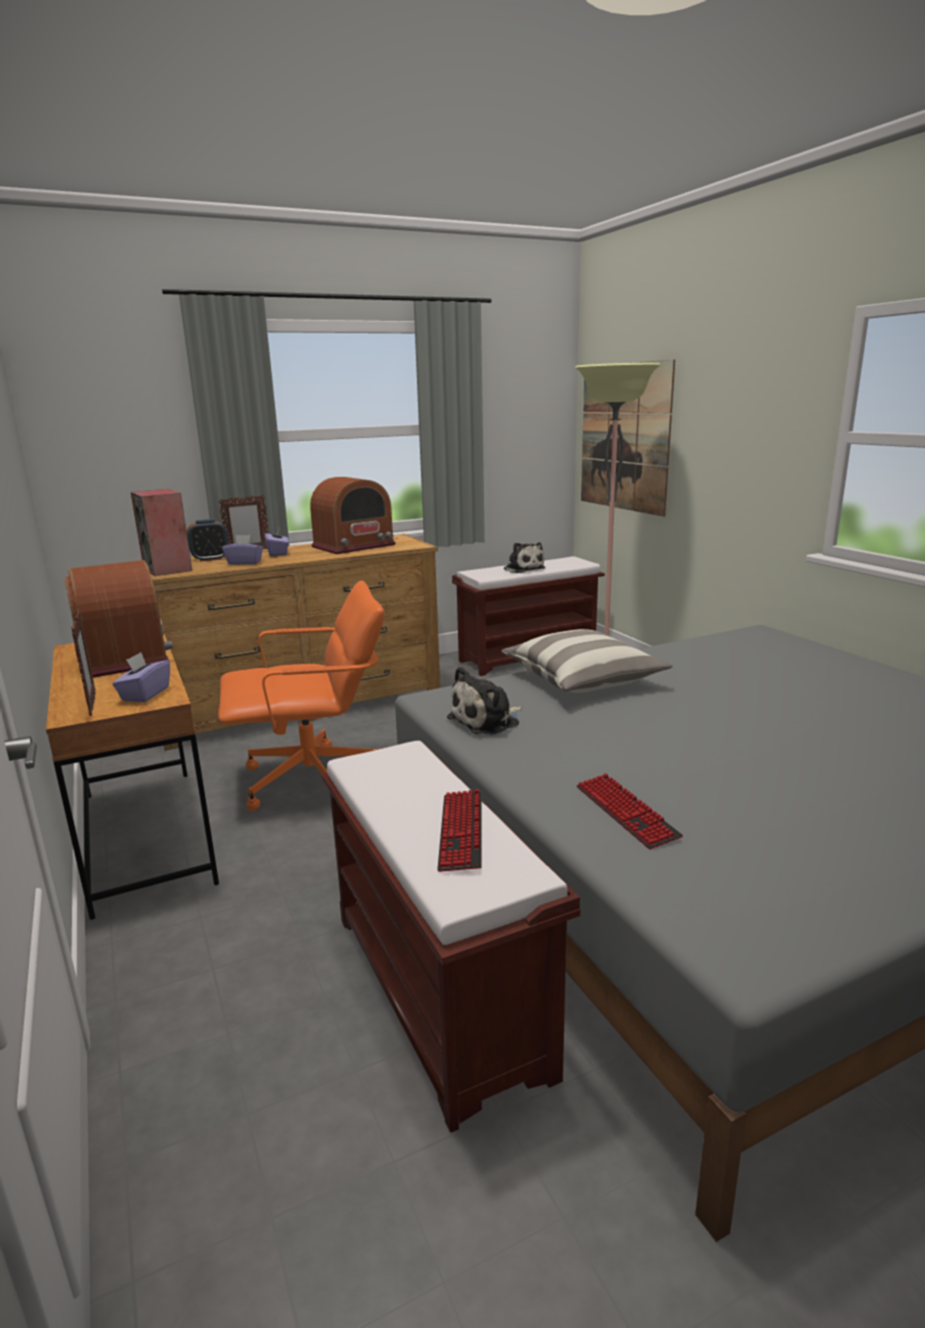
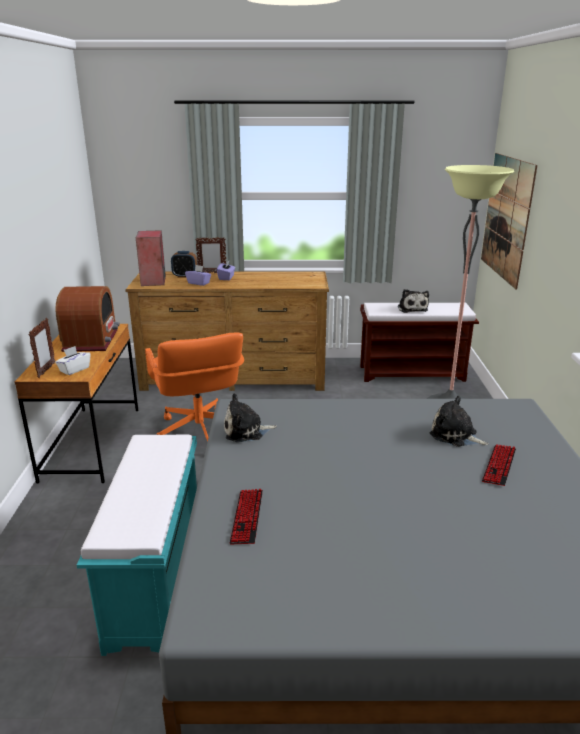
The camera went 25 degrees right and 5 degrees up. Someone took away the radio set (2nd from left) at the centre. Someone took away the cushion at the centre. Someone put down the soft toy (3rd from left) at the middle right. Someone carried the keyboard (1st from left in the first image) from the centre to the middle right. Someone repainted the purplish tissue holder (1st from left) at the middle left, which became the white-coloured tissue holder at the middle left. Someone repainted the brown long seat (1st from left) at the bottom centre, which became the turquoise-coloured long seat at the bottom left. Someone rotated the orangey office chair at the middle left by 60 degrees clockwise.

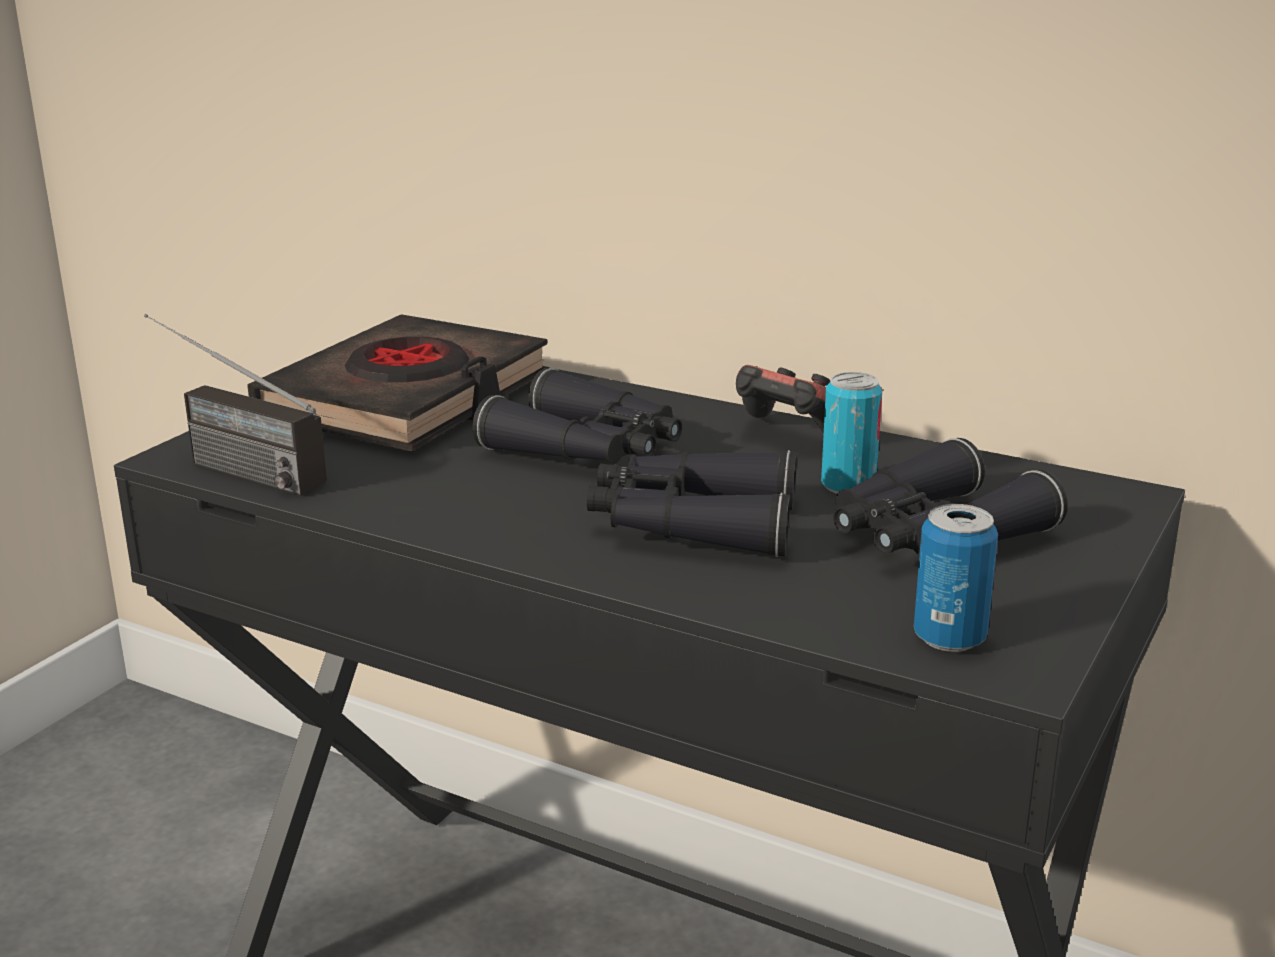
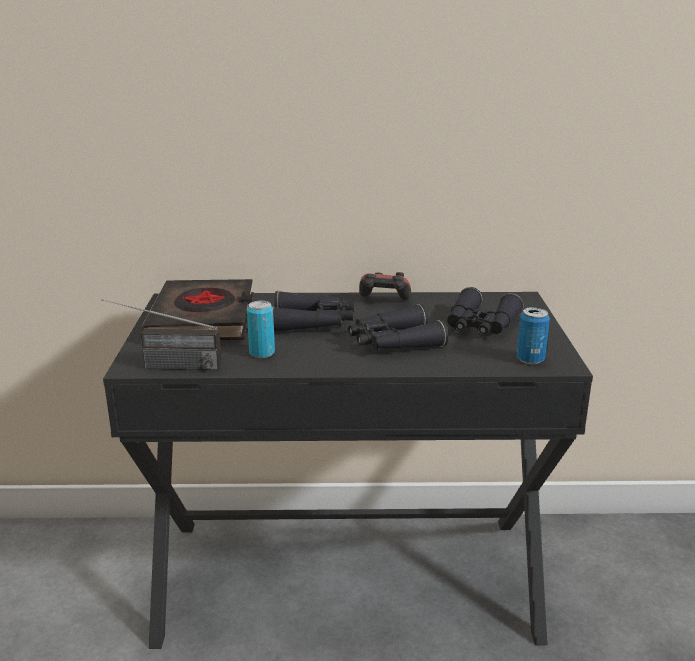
The camera went 30 degrees left and 0 degrees up. Someone carried the sealed can (1st from left) from the middle right to the centre.

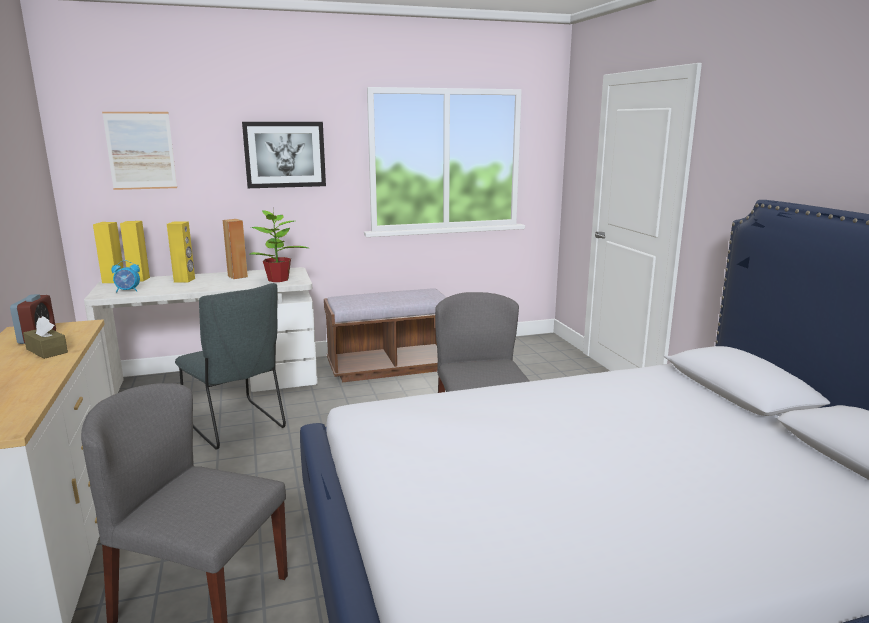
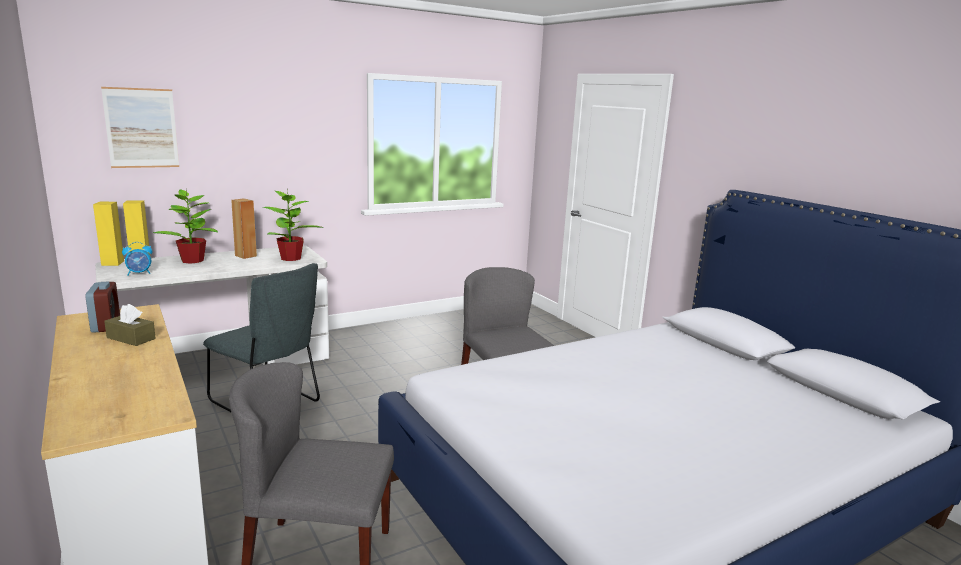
The camera went 15 degrees left and 0 degrees up. Someone took away the picture (2nd from left) at the top left. Someone took away the brown long seat at the centre. Someone swapped the yellowish audio speaker (3rd from left) at the middle left for the potted plant (1st from left) at the middle left.

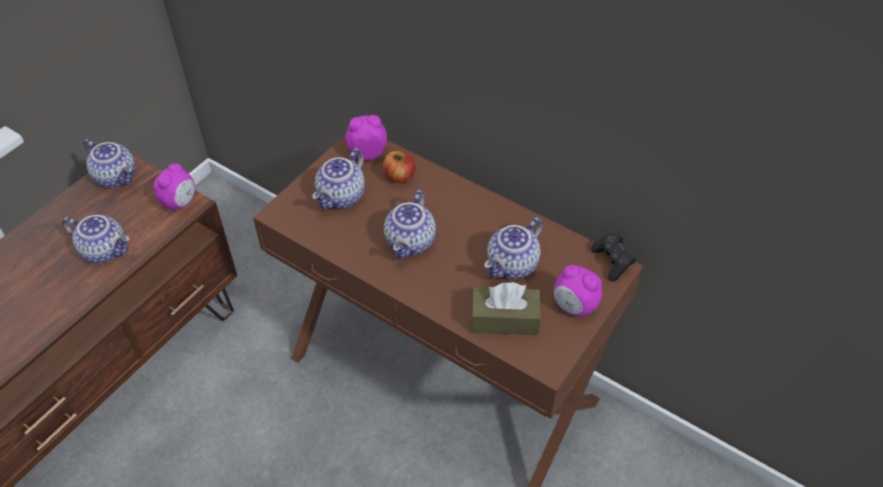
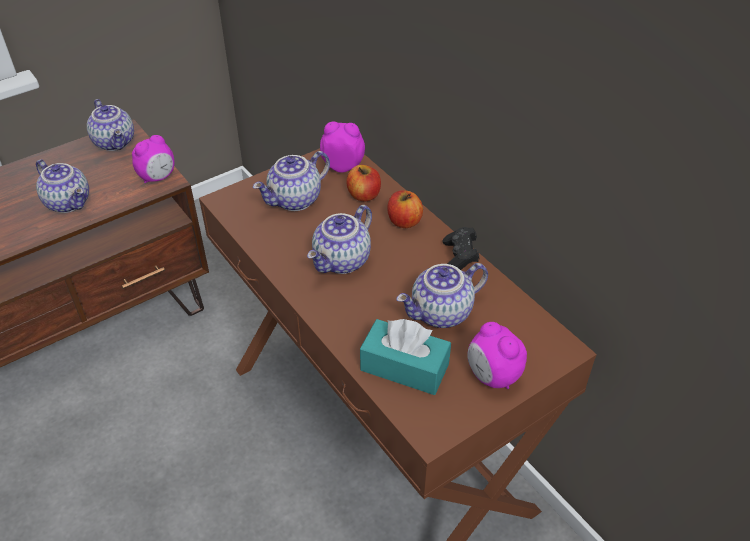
The camera went 20 degrees right and 5 degrees down. Someone put down the apple fruit (2nd from left) at the centre. Someone carried the black game controller from the middle right to the centre. Someone repainted the brown tissue holder at the centre, which became the turquoise-coloured tissue holder at the centre.

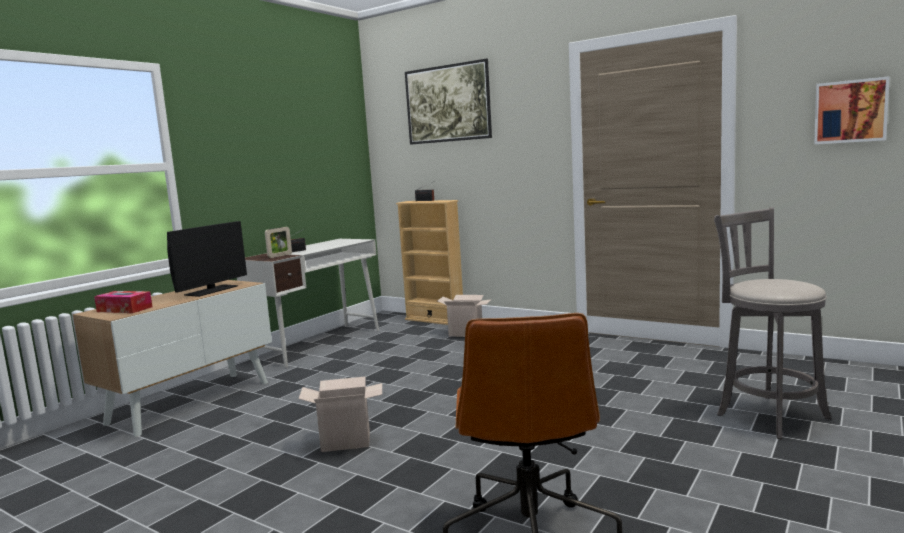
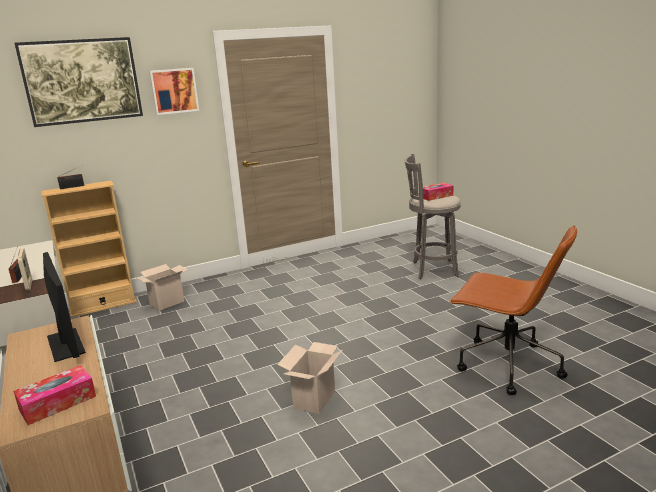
The camera went 60 degrees left and 10 degrees up. Someone put down the tissue holder (2nd from left) at the middle right. Someone carried the picture (2nd from left) from the top right to the top left.

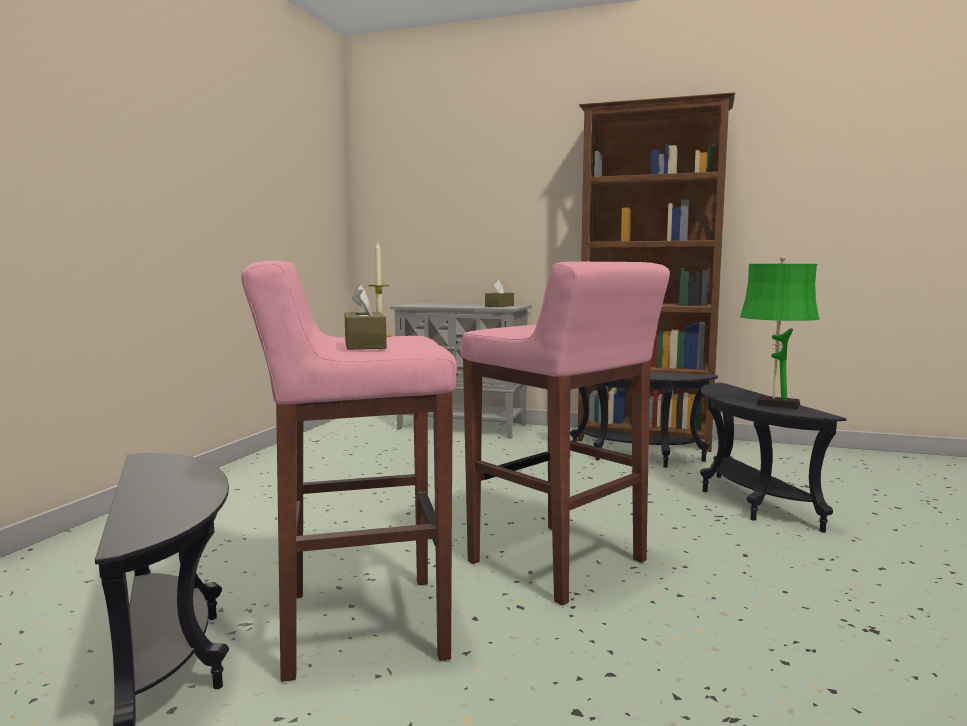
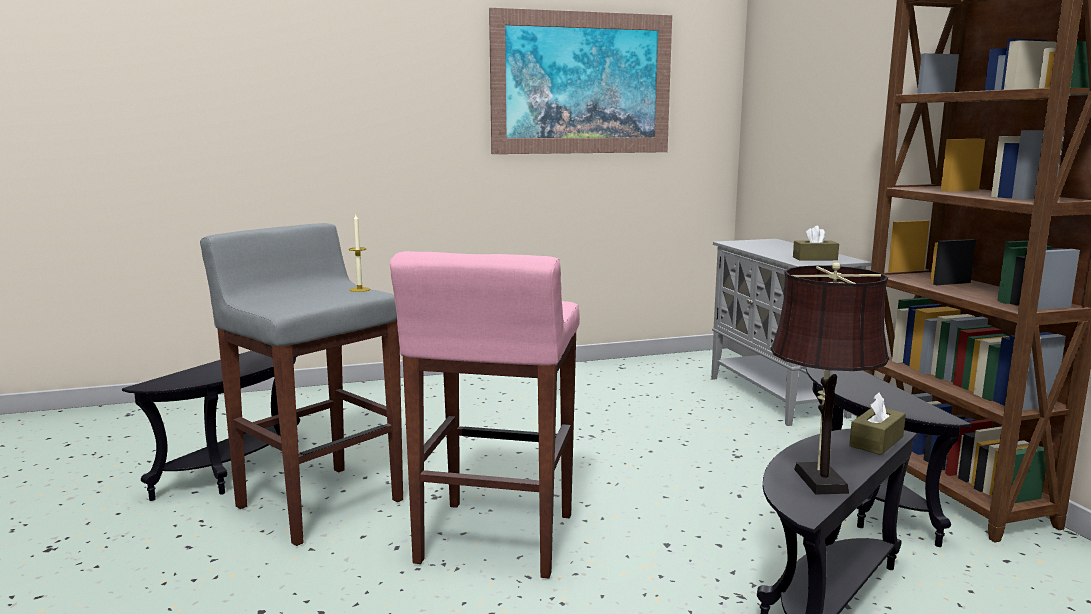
The camera went 55 degrees right and 5 degrees up. Someone put up the picture at the top centre. Someone carried the brown tissue holder (1st from left in the first image) from the centre to the bottom right. Someone repainted the pinkish stool seat (1st from left) at the centre, which became the greyish stool seat at the middle left. Someone repainted the greenish tabletop lamp at the middle right, which became the brown tabletop lamp at the middle right.

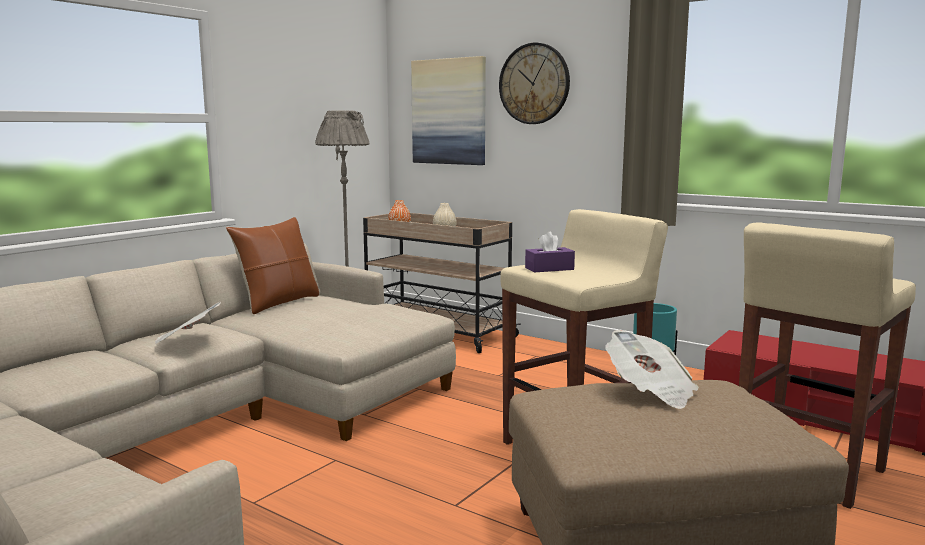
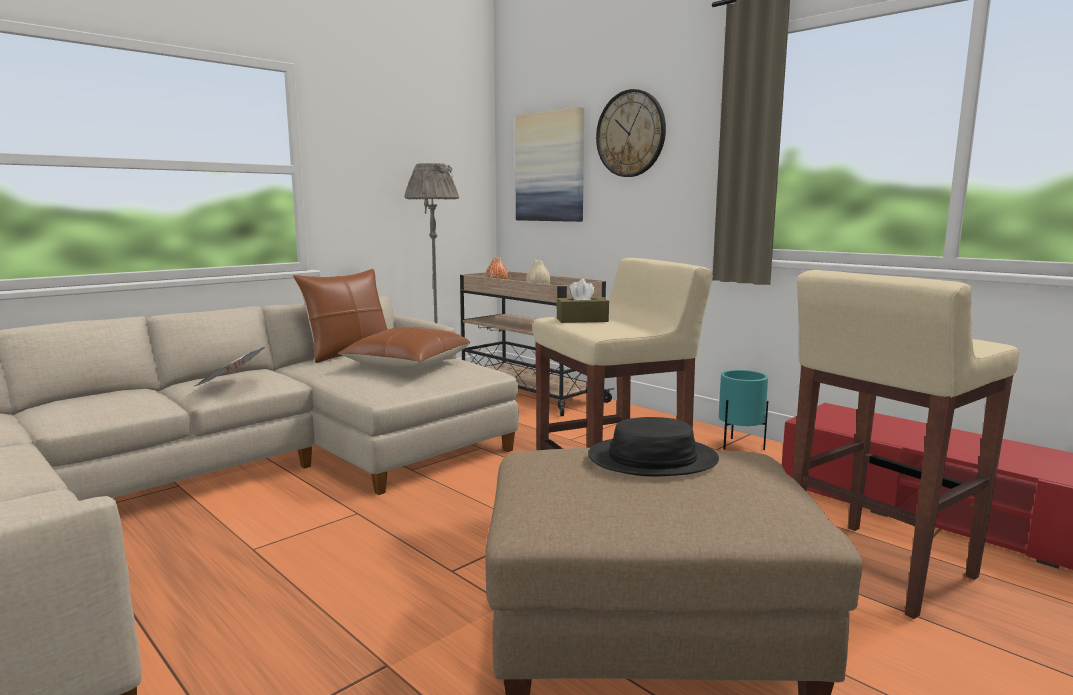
The camera went 10 degrees right and 0 degrees up. Someone put down the brown cushion (2nd from left) at the centre. Someone swapped the daily paper (2nd from left) at the bottom right for the black clothing hat at the centre. Someone repainted the purplish tissue holder at the centre, which became the brown tissue holder at the centre.

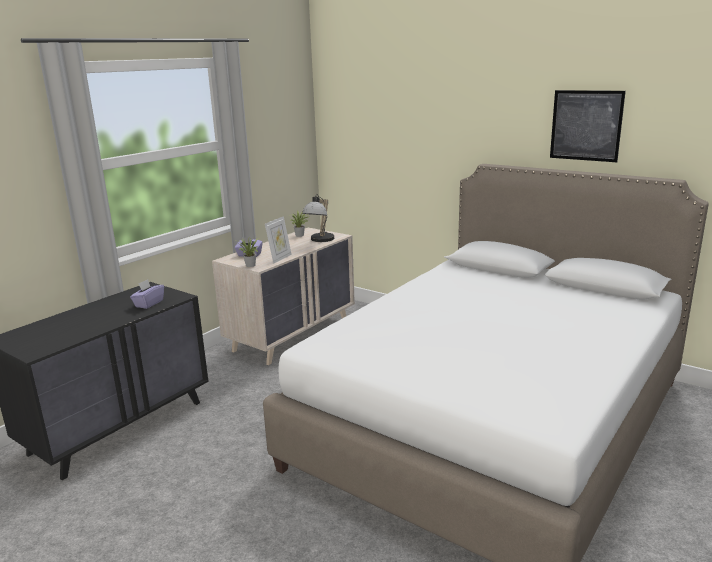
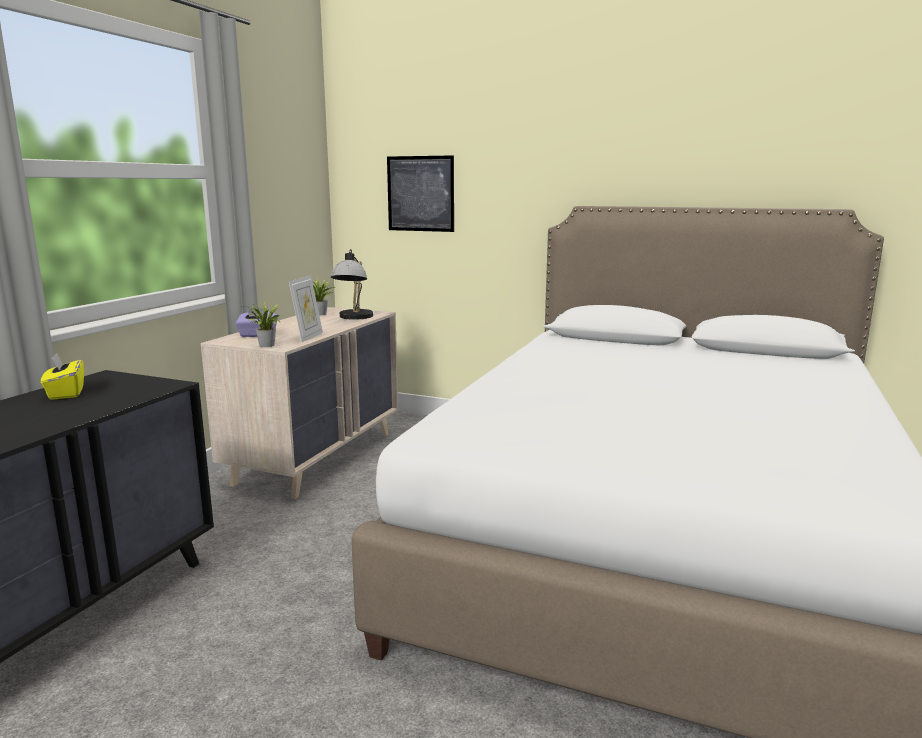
The camera went 15 degrees left and 5 degrees down. Someone took away the purplish tissue holder (1st from left) at the middle left. Someone put down the yellowish tissue holder at the middle left. Someone carried the picture from the top right to the top centre.

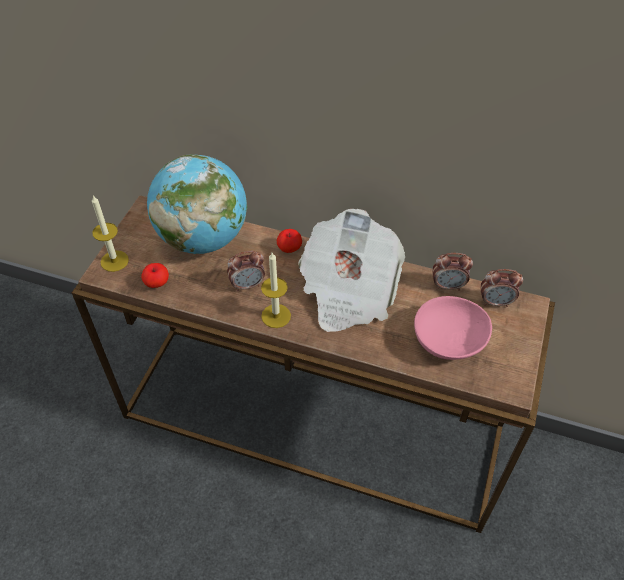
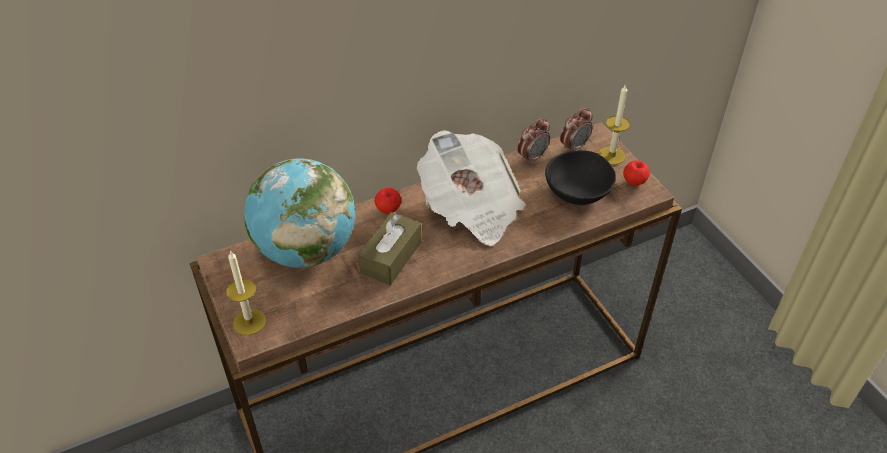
The camera went 45 degrees left and 5 degrees down. Someone carried the apple fruit (1st from left in the first image) from the middle left to the middle right. Someone carried the candle (2nd from left) from the centre to the top right. Someone swapped the alarm clock (1st from left) at the centre for the brown tissue holder at the centre. Someone repainted the pinkish serving bowl at the middle right, which became the black serving bowl at the centre.

